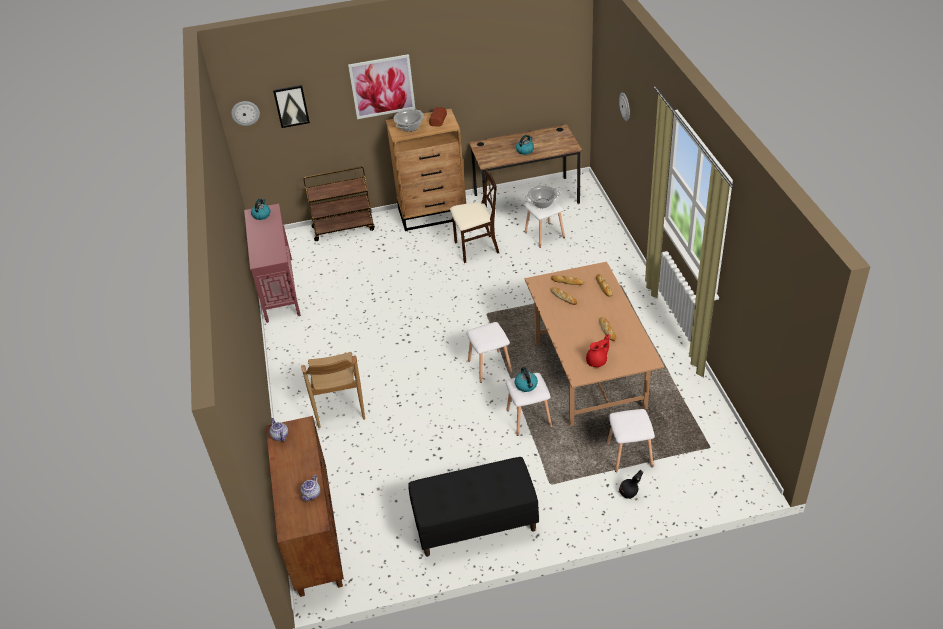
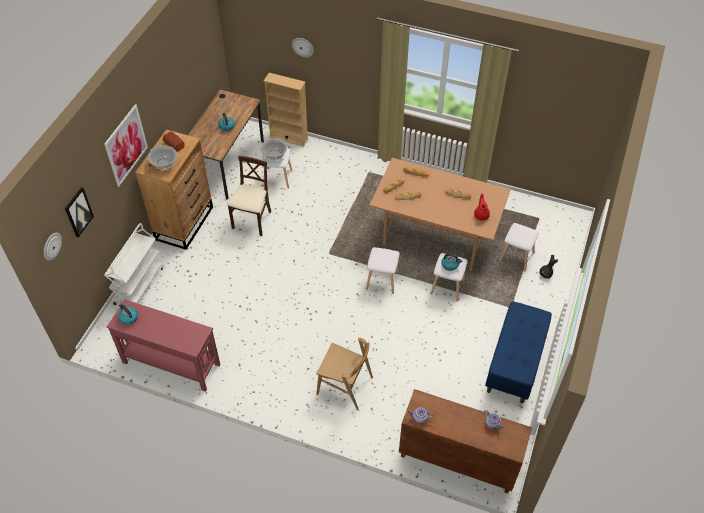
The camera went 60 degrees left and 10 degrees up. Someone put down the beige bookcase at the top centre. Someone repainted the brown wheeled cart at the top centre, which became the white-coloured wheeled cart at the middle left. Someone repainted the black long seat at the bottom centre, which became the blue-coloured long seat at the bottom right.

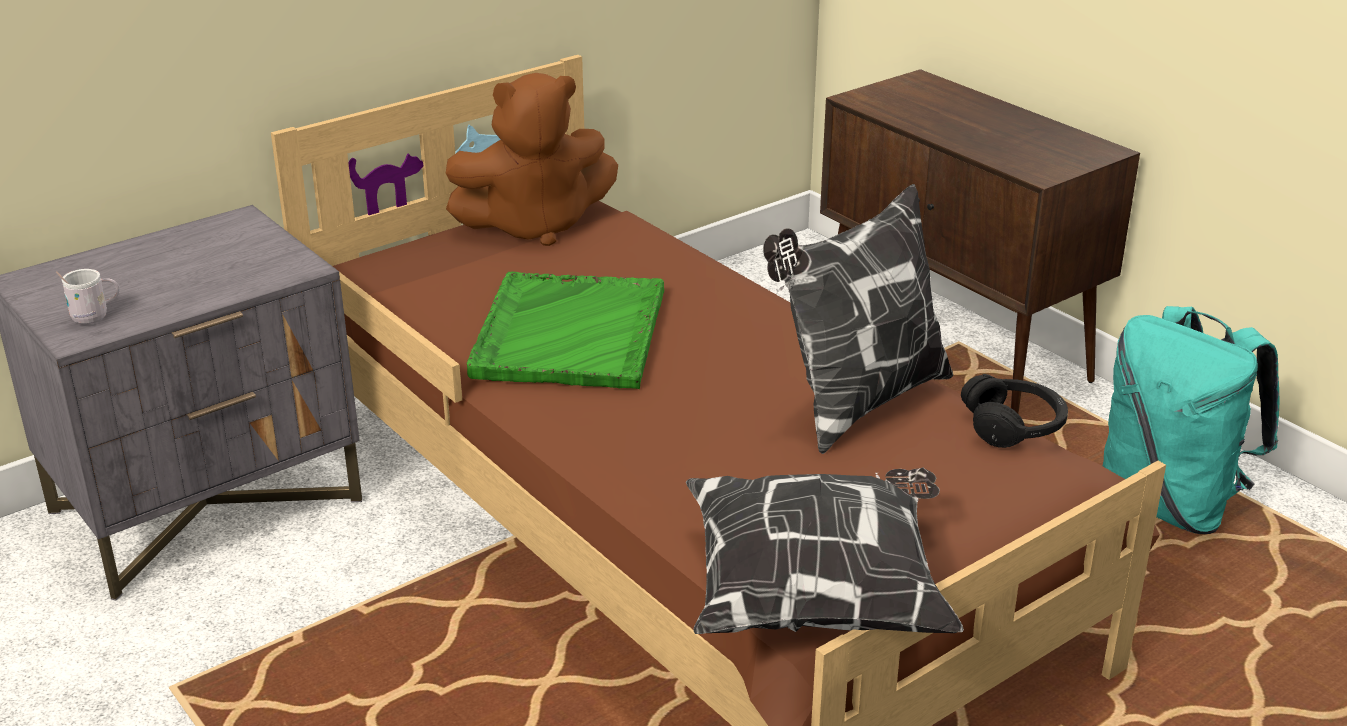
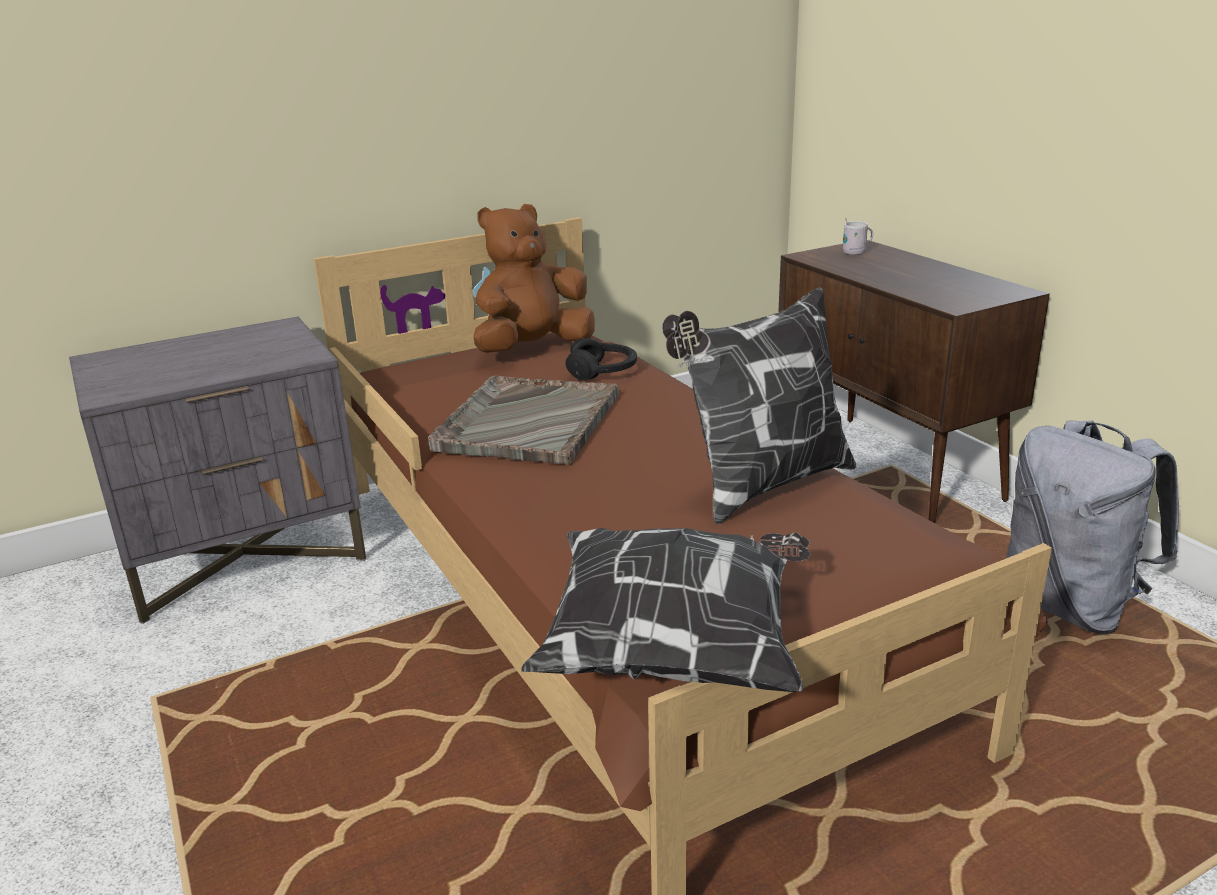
The camera went 10 degrees right and 5 degrees down. Someone carried the white-coloured tea mug from the middle left to the top right. Someone carried the black headset from the middle right to the centre. Someone repainted the greenish serving tray at the centre, which became the greyish serving tray at the centre. Someone repainted the turquoise-coloured backpack at the middle right, which became the greyish backpack at the middle right. Someone rotated the brown soft toy at the top centre by 150 degrees clockwise.

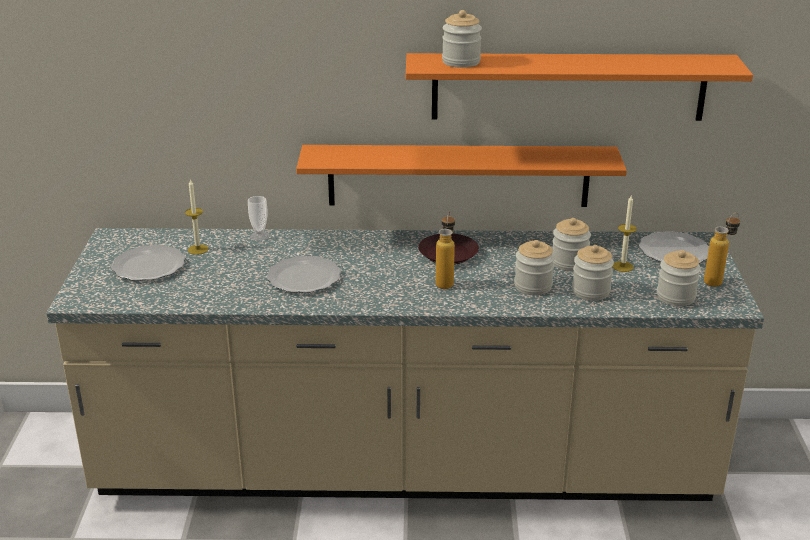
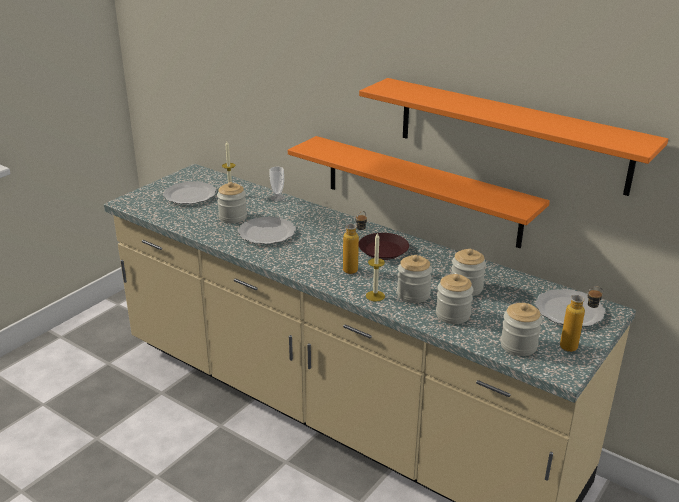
The camera went 35 degrees right and 0 degrees up. Someone carried the preserve jar (1st from left) from the top centre to the centre. Someone carried the candle (2nd from left) from the middle right to the centre.

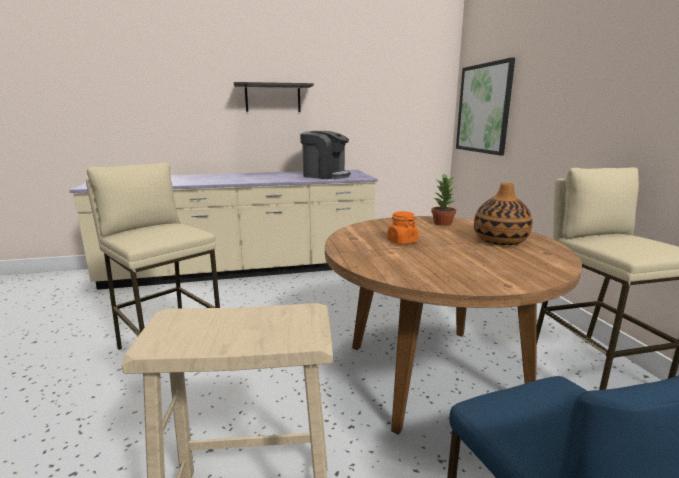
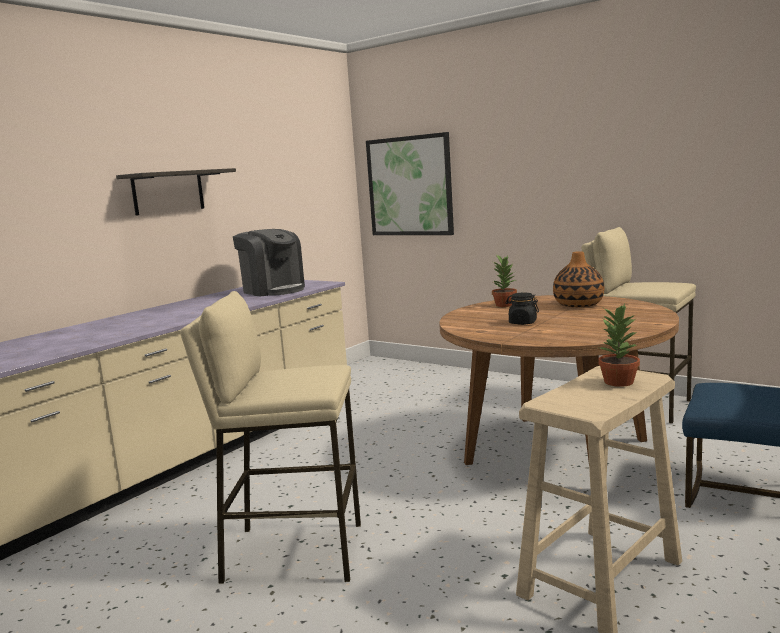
The camera went 40 degrees left and 5 degrees down. Someone put down the potted plant (2nd from left) at the middle right. Someone repainted the orangey preserve jar at the centre, which became the black preserve jar at the middle right. Someone rotated the coffee machine at the top centre by 60 degrees clockwise.

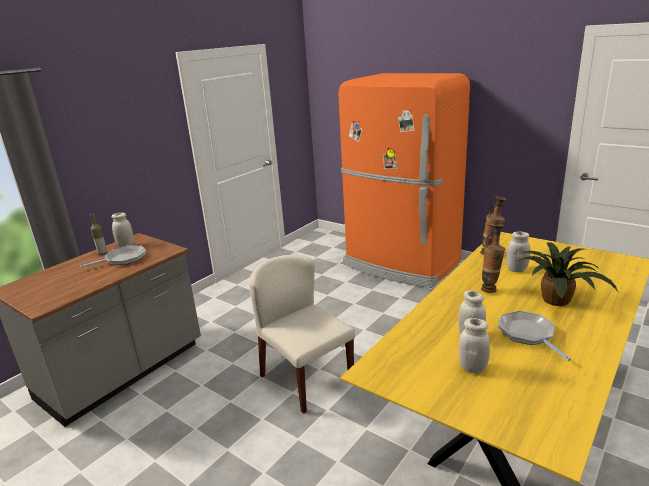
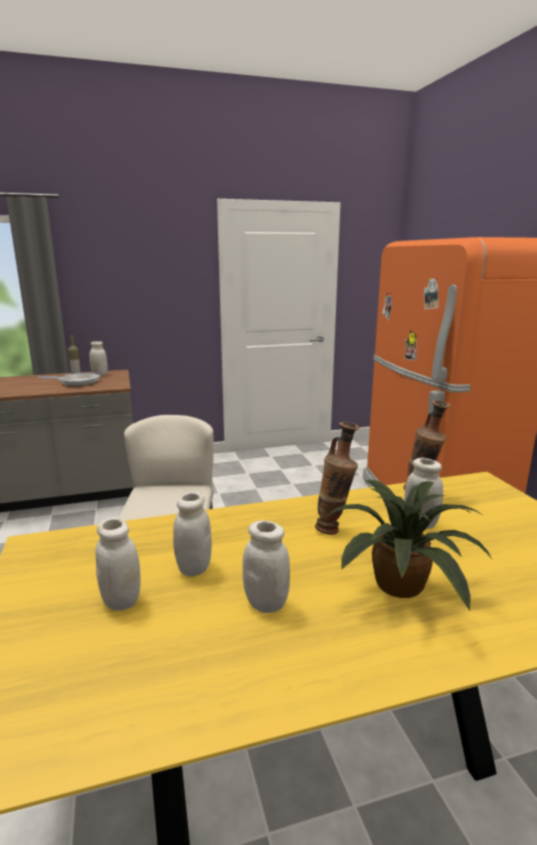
The camera went 35 degrees right and 5 degrees down. Someone swapped the skillet (2nd from left) at the bottom right for the white-coloured preserve jar (4th from left) at the bottom centre.

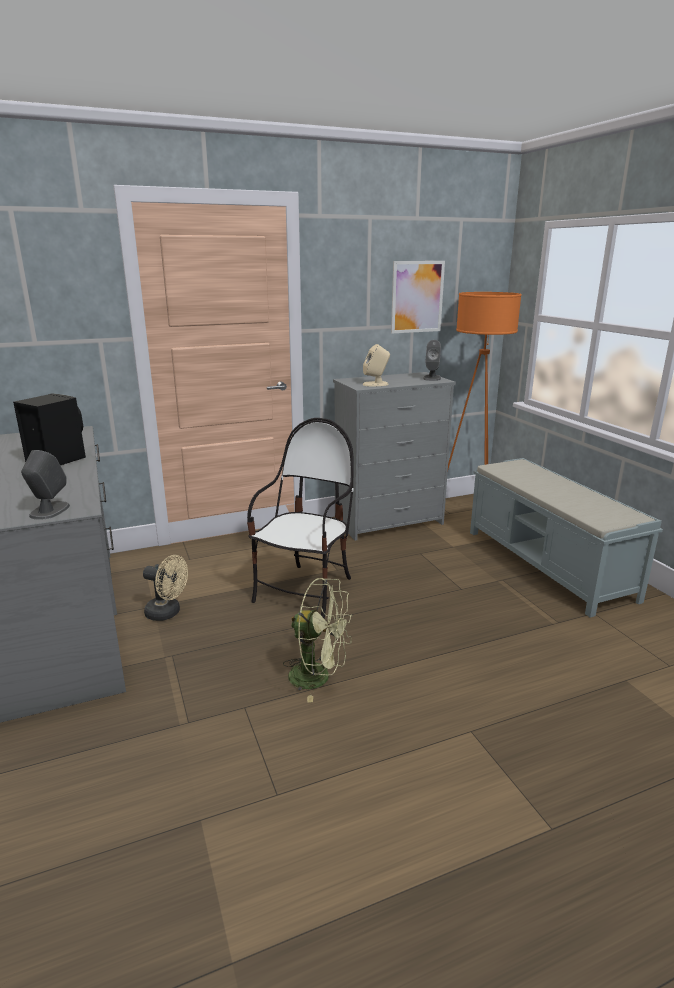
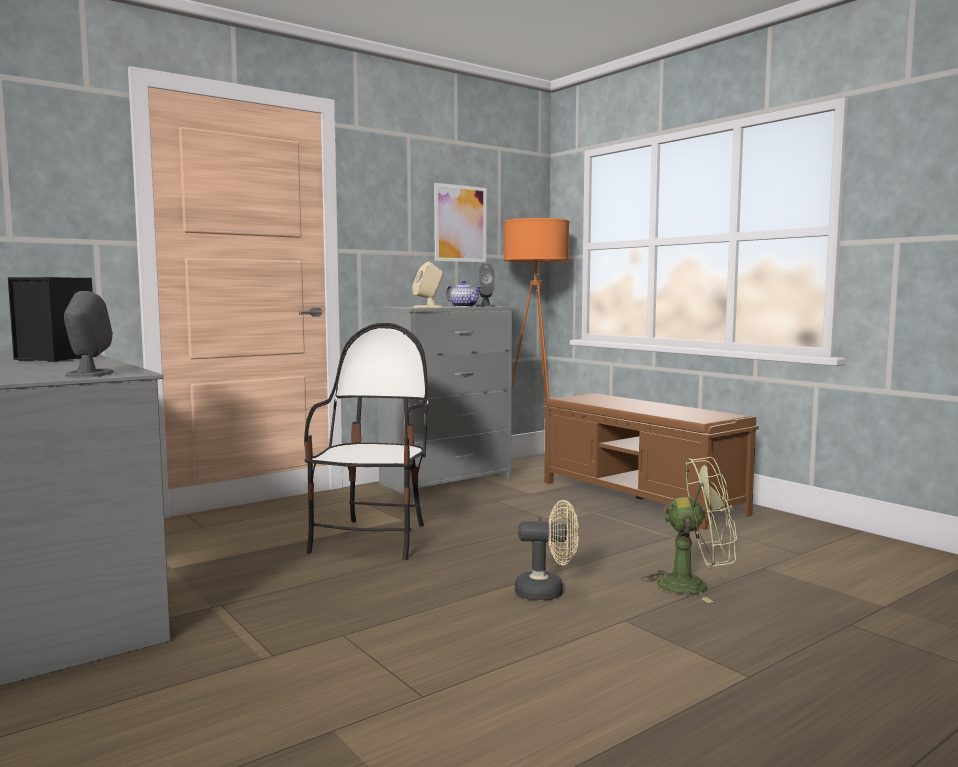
The camera went 15 degrees left and 15 degrees down. Someone put down the pot for tea at the centre. Someone carried the beige fan from the middle left to the bottom centre. Someone carried the greenish fan from the centre to the bottom right. Someone repainted the greyish long seat at the middle right, which became the brown long seat at the middle right.

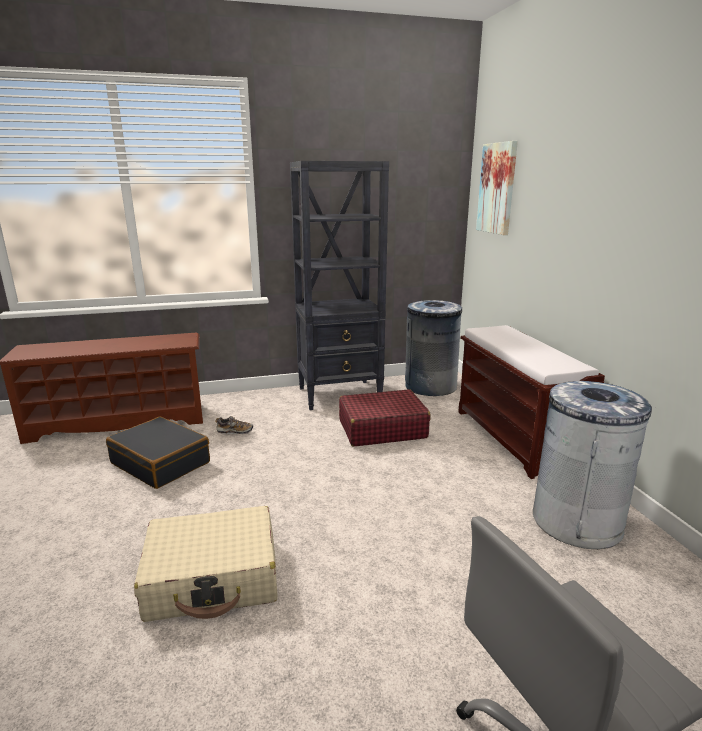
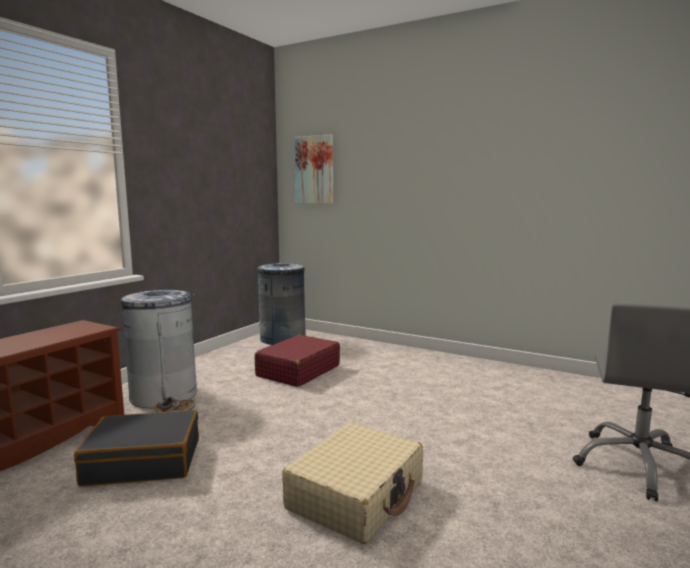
The camera went 45 degrees left and 10 degrees down. Someone took away the black bookcase at the centre. Someone took away the brown long seat at the middle right. Someone carried the greyish rubbish bin (2nd from left in the first image) from the middle right to the middle left.

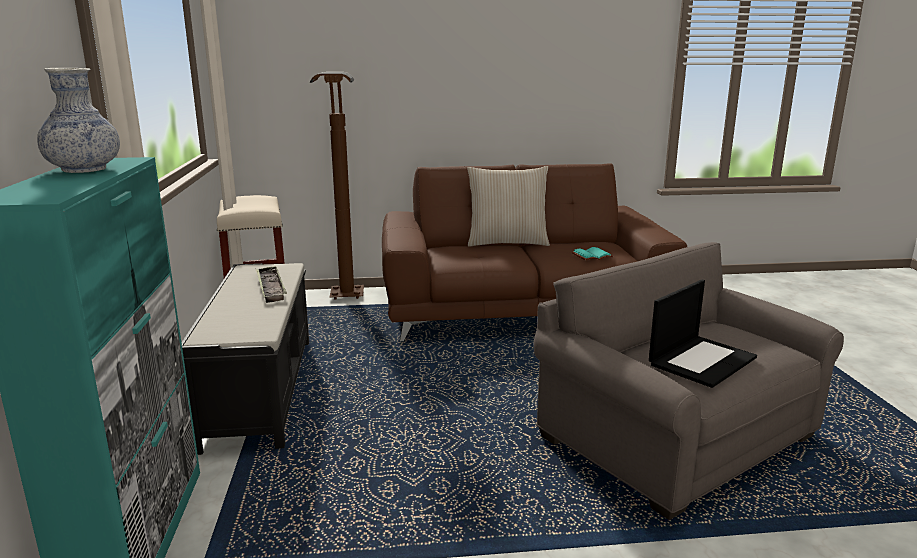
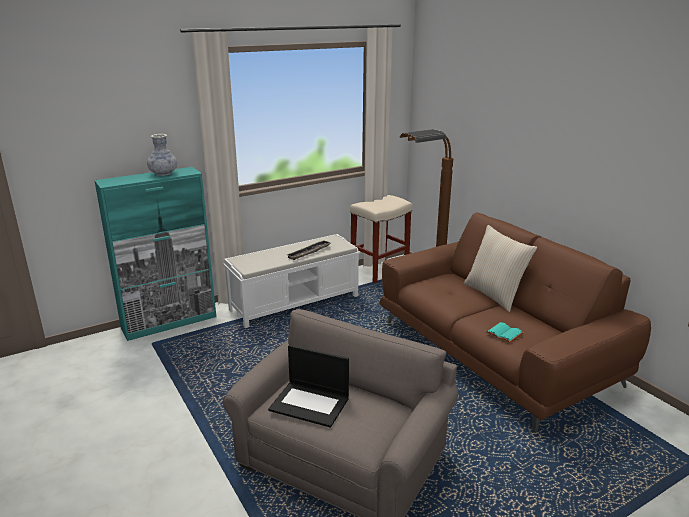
The camera went 65 degrees right and 5 degrees up. Someone repainted the black long seat at the middle left, which became the white-coloured long seat at the centre.

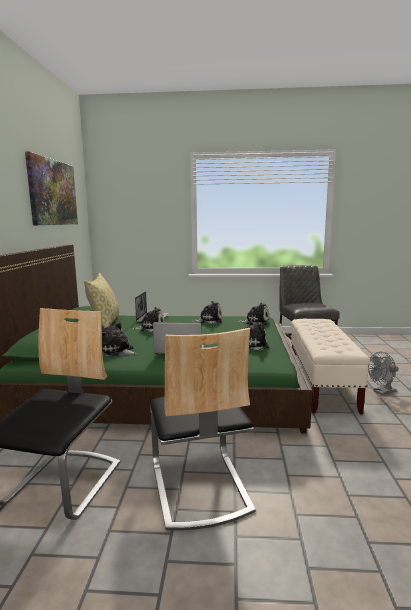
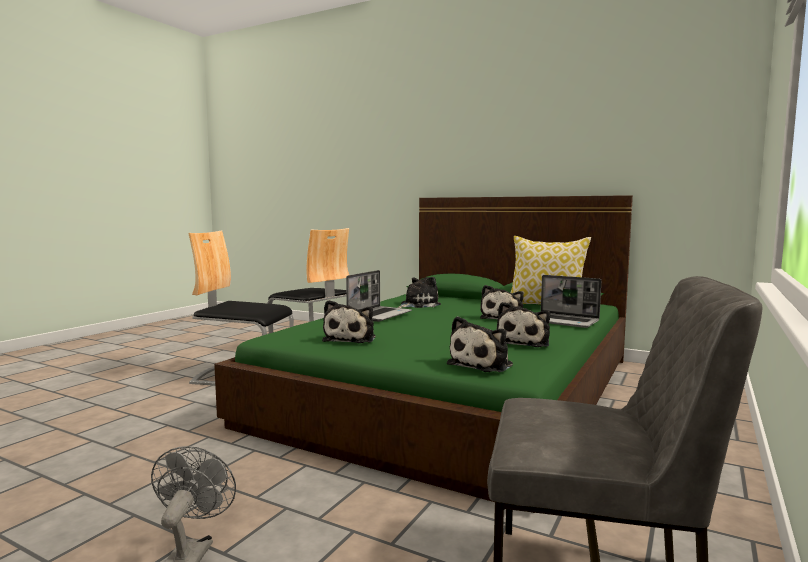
The camera went 115 degrees right and 5 degrees down. Someone took away the picture at the top left. Someone took away the beige long seat at the middle right.

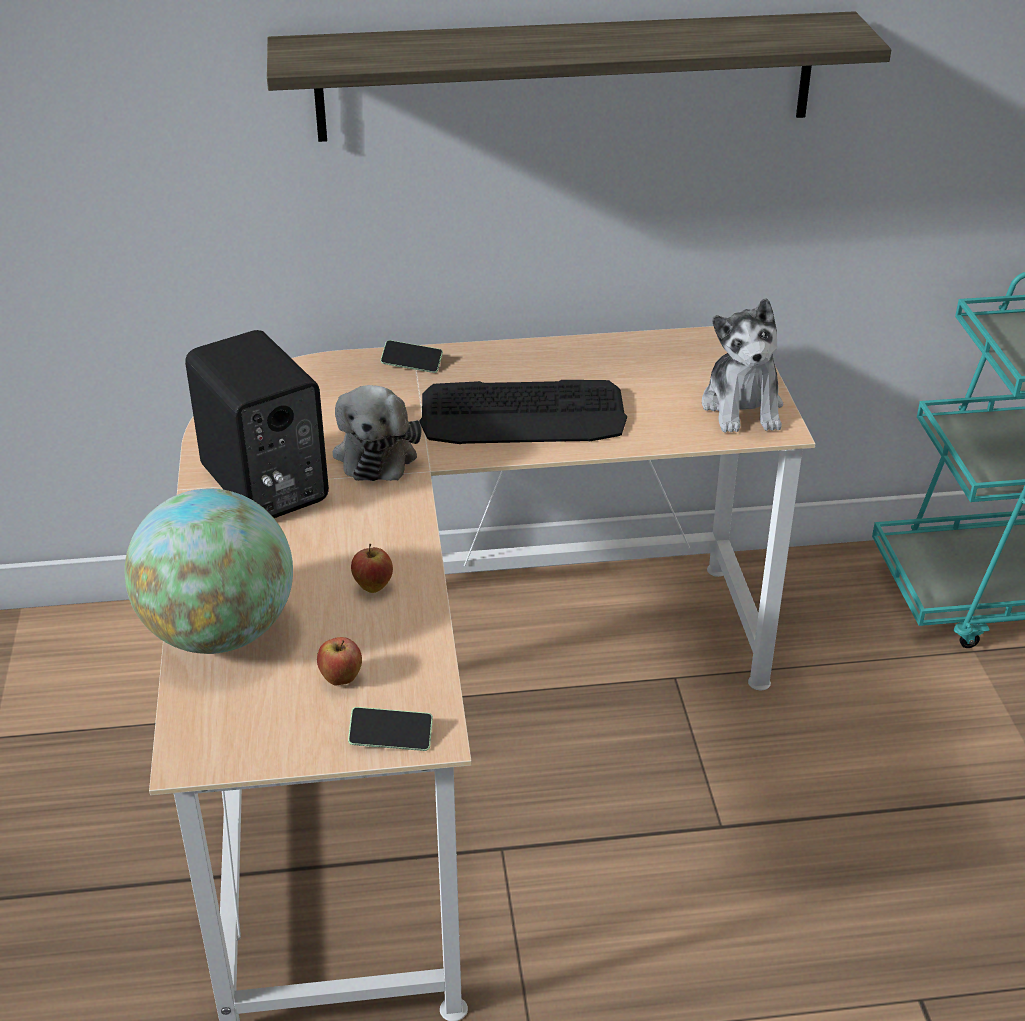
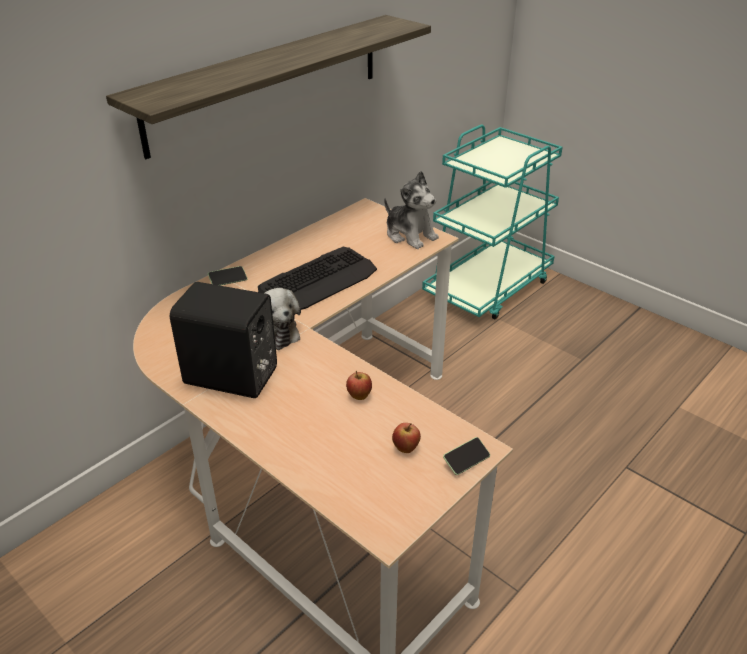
The camera went 40 degrees left and 0 degrees up. Someone took away the globe at the middle left.

